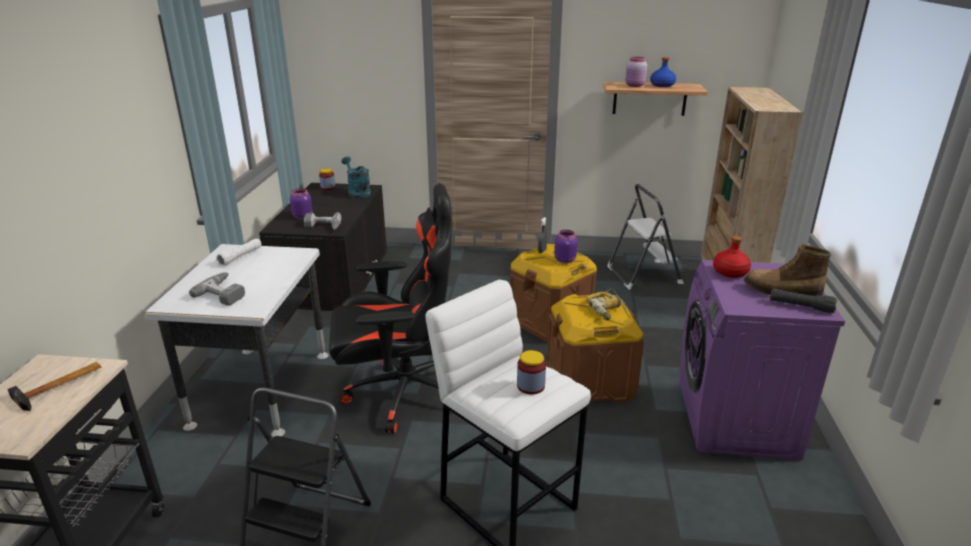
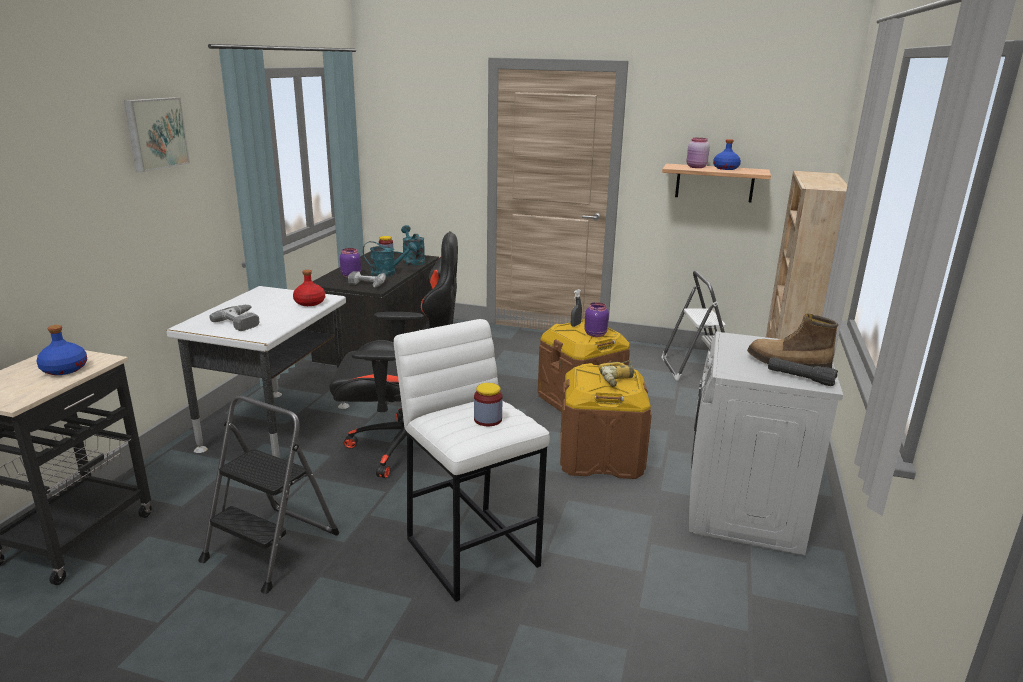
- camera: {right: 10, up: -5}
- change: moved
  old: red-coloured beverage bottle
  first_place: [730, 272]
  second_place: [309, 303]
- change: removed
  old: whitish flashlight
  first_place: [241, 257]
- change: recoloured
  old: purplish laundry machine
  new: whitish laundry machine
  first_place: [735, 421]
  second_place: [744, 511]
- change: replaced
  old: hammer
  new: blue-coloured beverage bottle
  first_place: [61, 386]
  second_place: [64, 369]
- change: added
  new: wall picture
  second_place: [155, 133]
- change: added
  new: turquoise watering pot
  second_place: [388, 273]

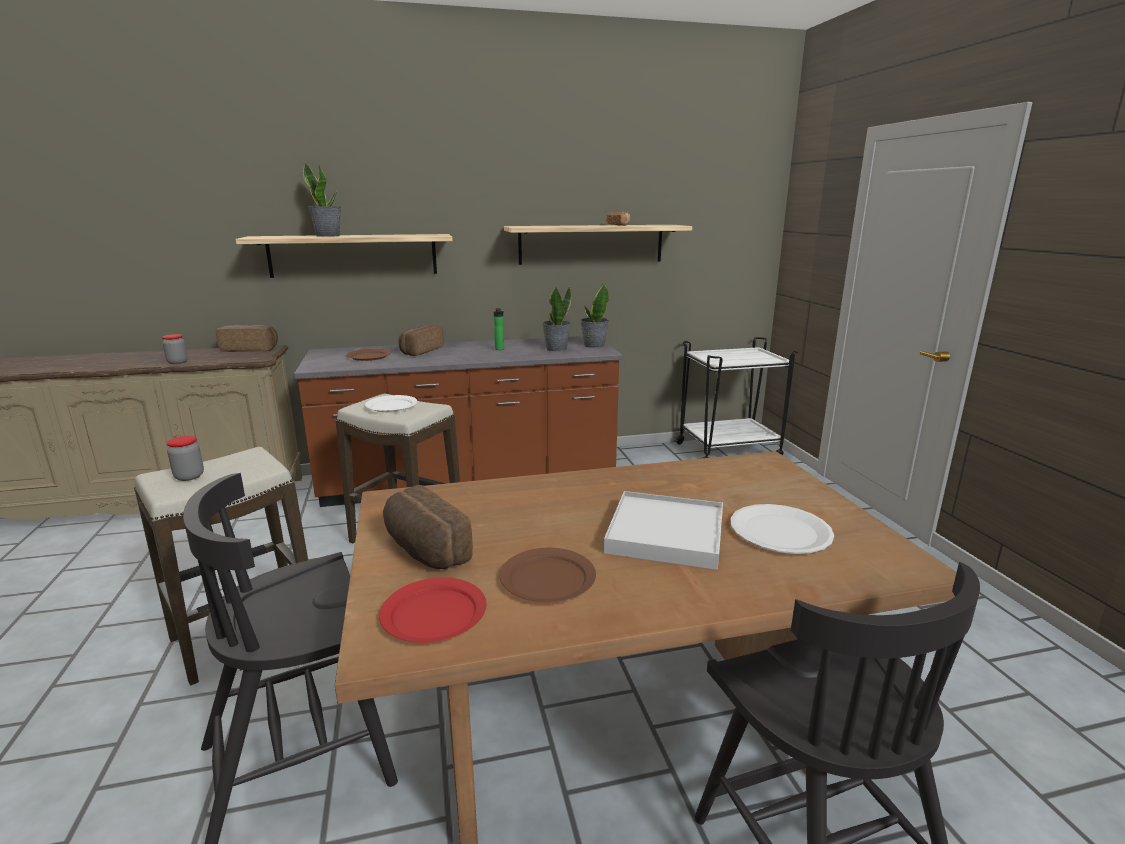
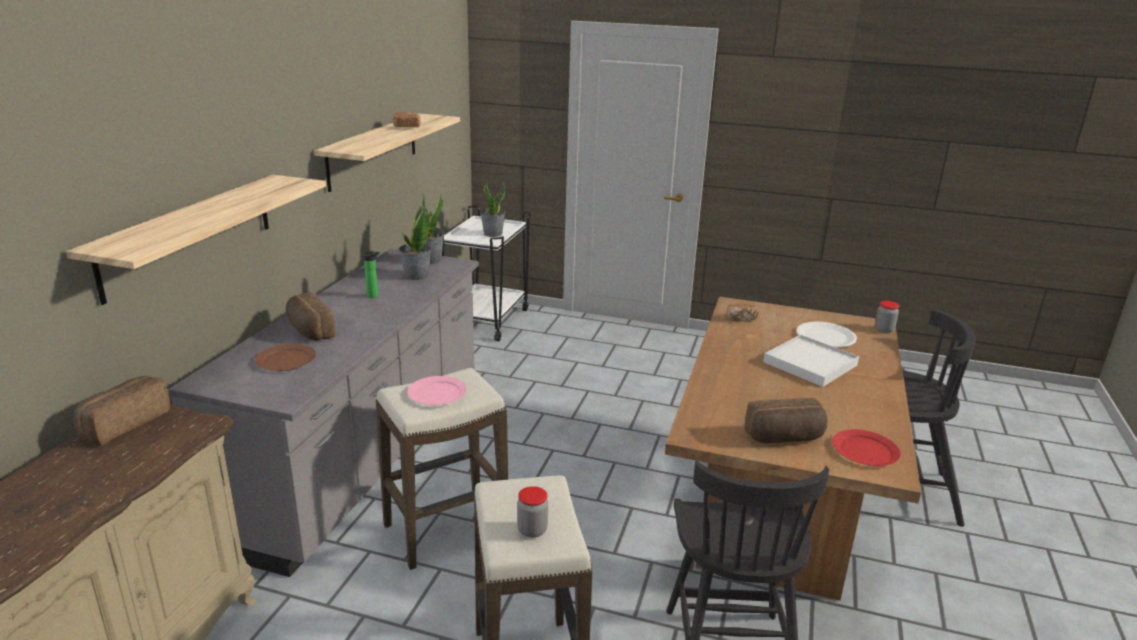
- camera: {right: -60, up: 5}
- change: moved
  old: potted plant
  first_place: [328, 236]
  second_place: [492, 234]
- change: moved
  old: jar
  first_place: [177, 362]
  second_place: [884, 329]
- change: recoloured
  old: brown-coloured kitchen counter
  new: grey kitchen counter
  first_place: [470, 480]
  second_place: [365, 457]
- change: recoloured
  old: whitish flat dish
  new: pink flat dish
  first_place: [391, 406]
  second_place: [437, 394]
- change: removed
  old: brown-coloured flat dish
  first_place: [548, 579]
- change: added
  new: baked bread
  second_place: [741, 319]

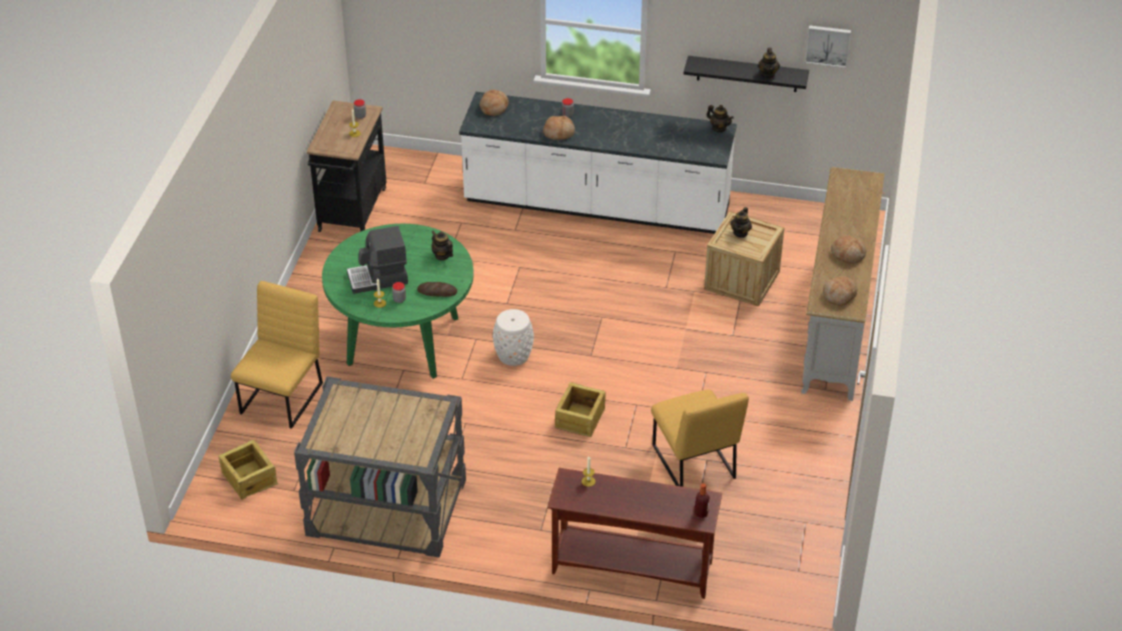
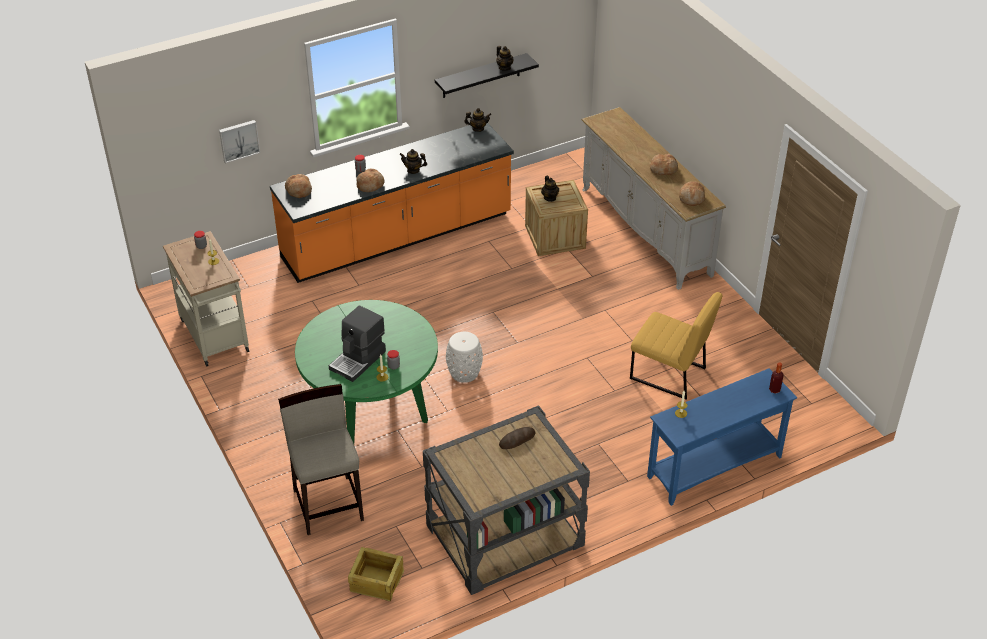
- camera: {right: -40, up: 0}
- change: moved
  old: wall picture
  first_place: [828, 45]
  second_place: [239, 140]
- change: recoloured
  old: whitish kitchen counter
  new: orangey kitchen counter
  first_place: [596, 206]
  second_place: [397, 238]
- change: recoloured
  old: blackish wheeled cart
  new: beige wheeled cart
  first_place: [351, 212]
  second_place: [215, 337]
- change: moved
  old: teapot
  first_place: [442, 255]
  second_place: [413, 170]
- change: replaced
  old: yellow plain chair
  new: beige sitting stool
  first_place: [283, 396]
  second_place: [328, 504]
- change: moved
  old: baked bread
  first_place: [437, 291]
  second_place: [517, 440]
- change: removed
  old: crate
  first_place: [579, 418]
- change: recoloured
  old: brown-coloured console table
  new: blue-coloured console table
  first_place: [631, 567]
  second_place: [714, 467]

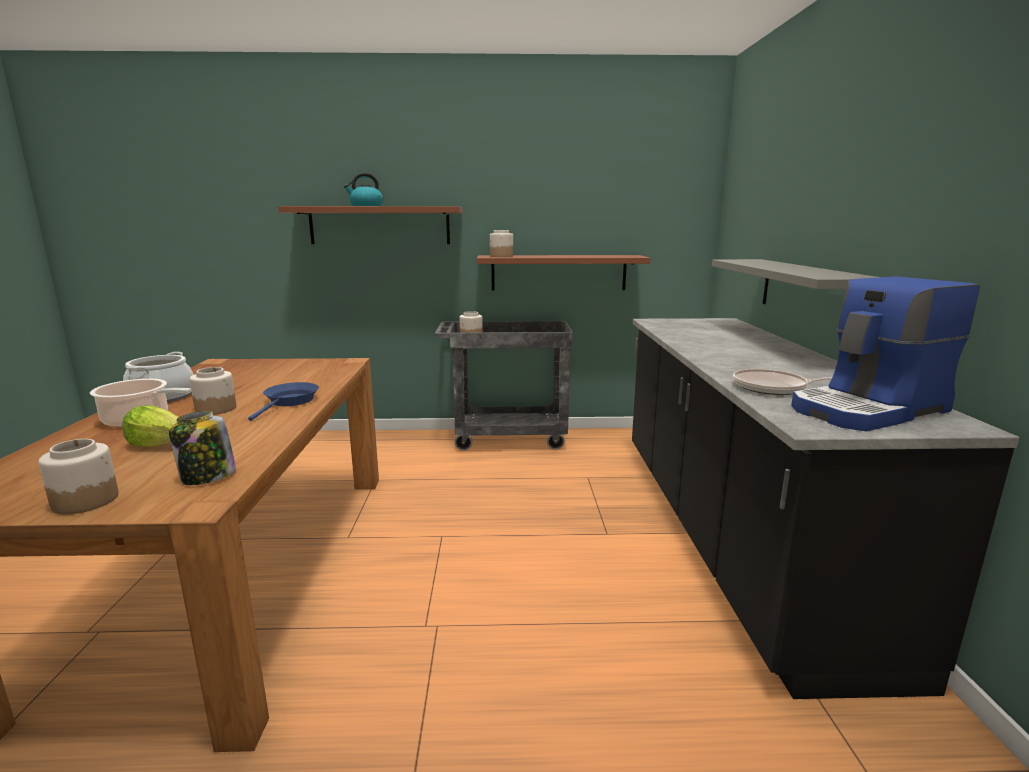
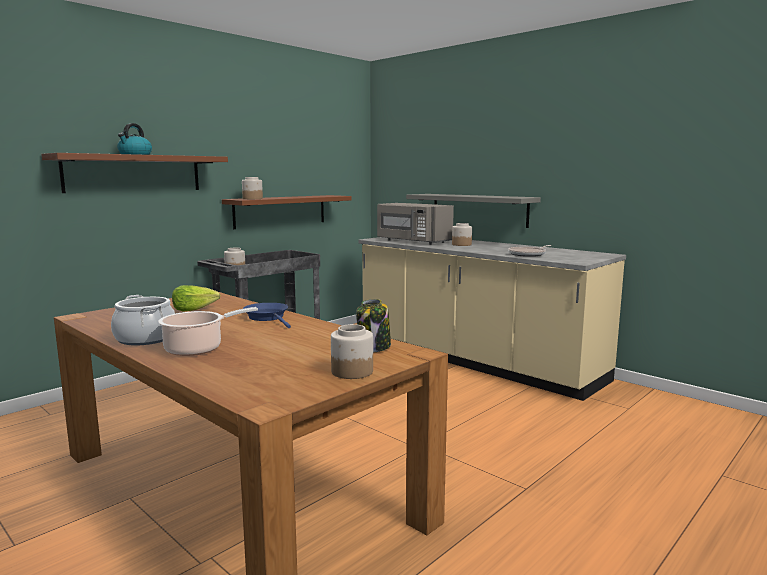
- camera: {right: -45, up: -5}
- change: removed
  old: coffee machine
  first_place: [869, 410]
- change: recoloured
  old: blackish kitchen counter
  new: beige kitchen counter
  first_place: [731, 535]
  second_place: [474, 360]
- change: moved
  old: jar
  first_place: [216, 409]
  second_place: [461, 244]
- change: moved
  old: head of lettuce
  first_place: [160, 444]
  second_place: [194, 309]
- change: added
  new: grey microwave oven
  second_place: [412, 241]

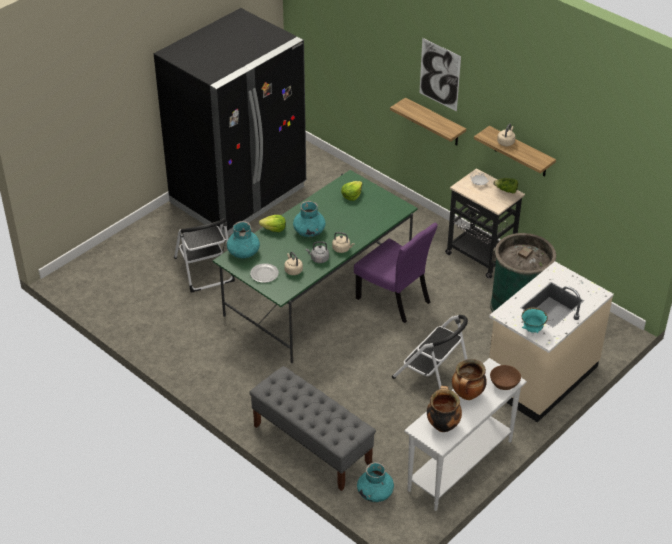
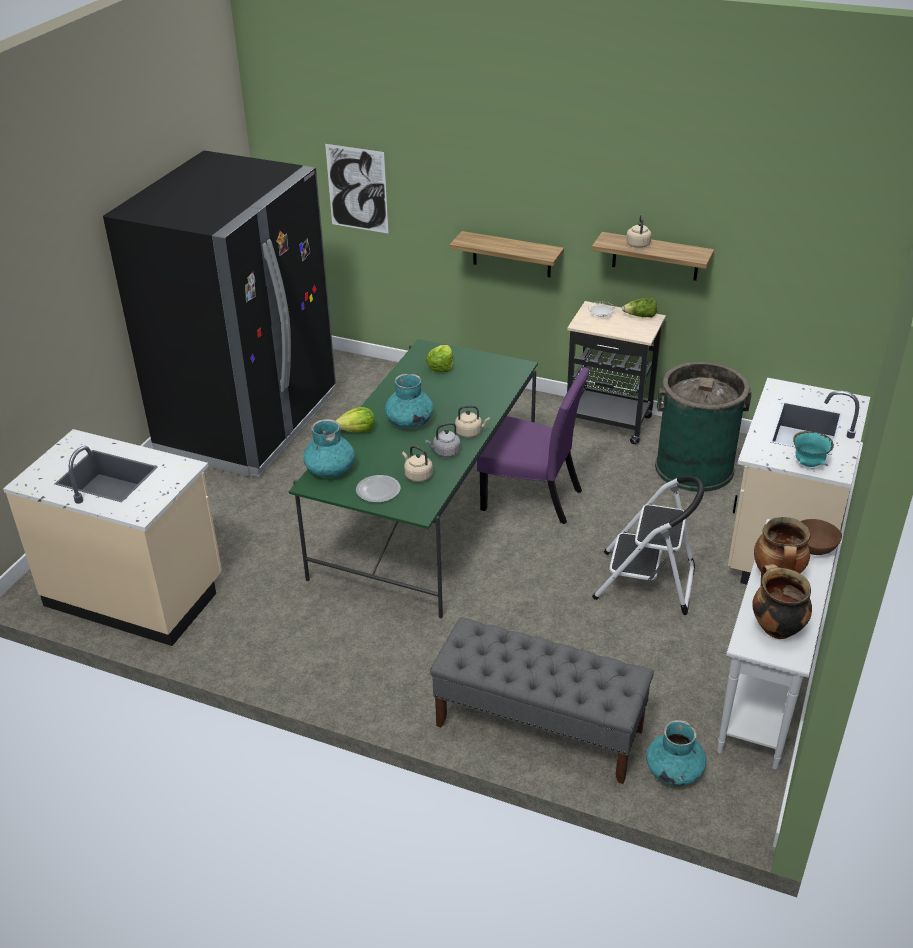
- camera: {right: -20, up: -5}
- change: moved
  old: wall picture
  first_place: [439, 74]
  second_place: [357, 189]
- change: removed
  old: step ladder
  first_place: [204, 271]
- change: added
  new: beige kitchen counter
  second_place: [136, 593]

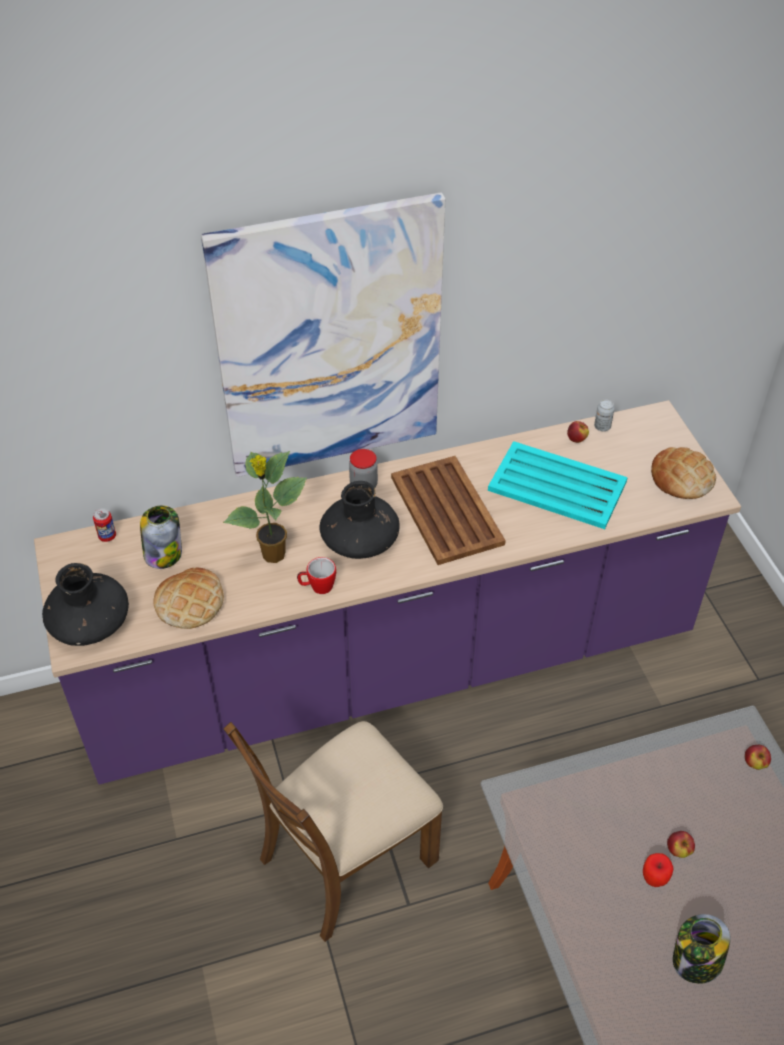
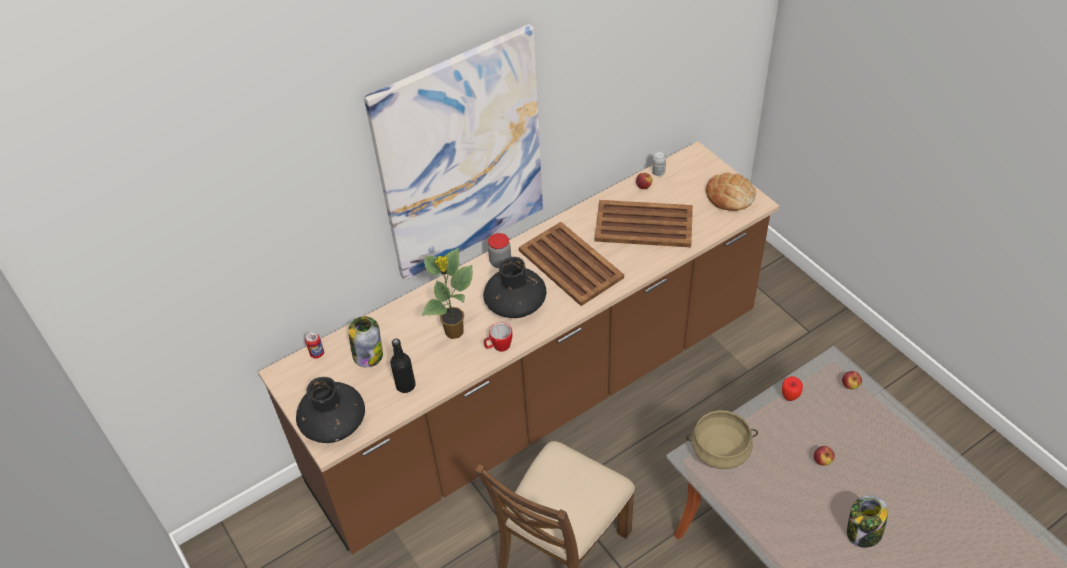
- camera: {right: -15, up: 0}
- change: recoloured
  old: purplish kitchen counter
  new: brown-coloured kitchen counter
  first_place: [392, 667]
  second_place: [540, 399]
- change: recoloured
  old: turquoise carrying tray
  new: brown-coloured carrying tray
  first_place: [556, 485]
  second_place: [643, 224]
- change: replaced
  old: baked bread
  new: blackish beverage bottle
  first_place: [190, 602]
  second_place: [405, 385]
- change: moved
  old: apple fruit
  first_place: [654, 879]
  second_place: [790, 396]
- change: added
  new: beige cooking pot
  second_place: [720, 449]

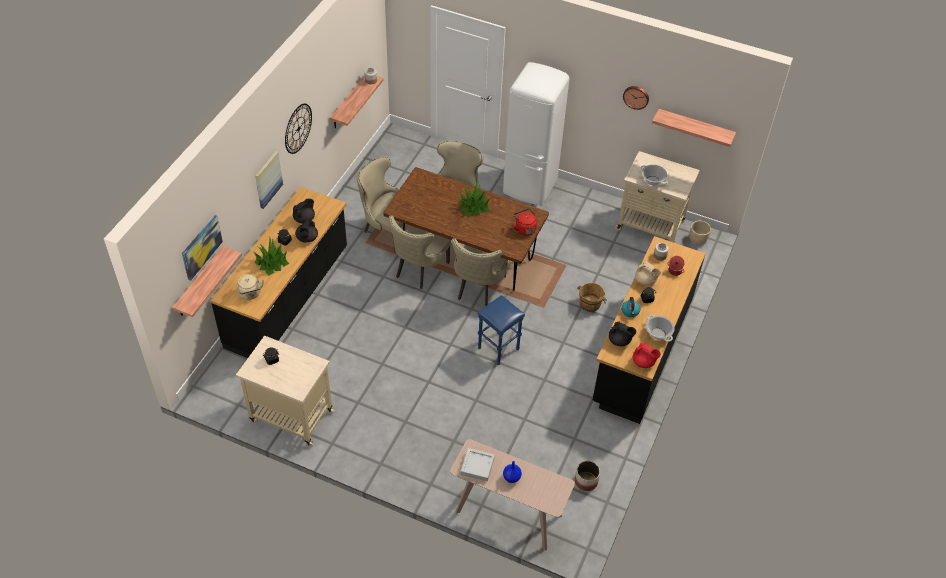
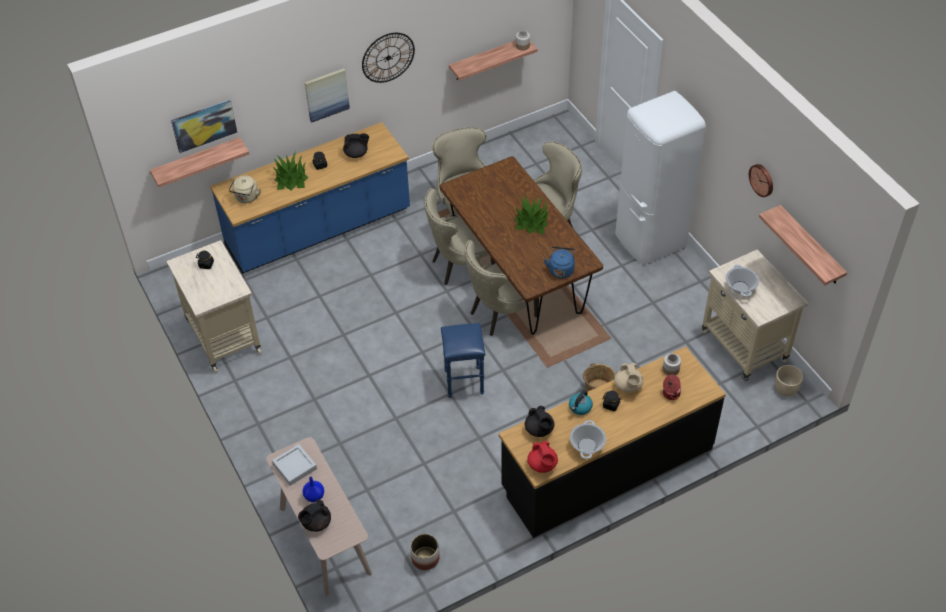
- camera: {right: 40, up: 0}
- change: recoloured
  old: blackish kitchen counter
  new: blue-coloured kitchen counter
  first_place: [288, 298]
  second_place: [319, 229]
- change: recoloured
  old: red-coloured tea kettle
  new: blue-coloured tea kettle
  first_place: [524, 229]
  second_place: [561, 269]
- change: moved
  old: blackish teapot
  first_place: [307, 238]
  second_place: [316, 523]

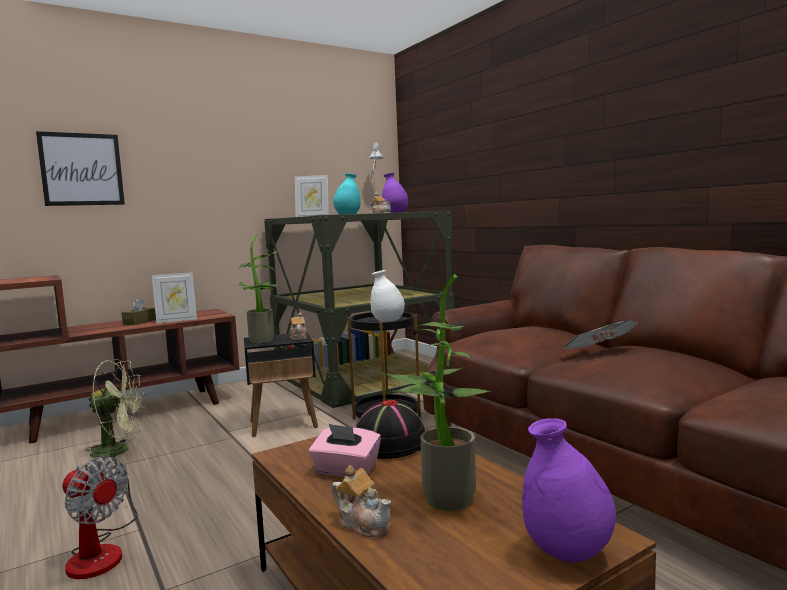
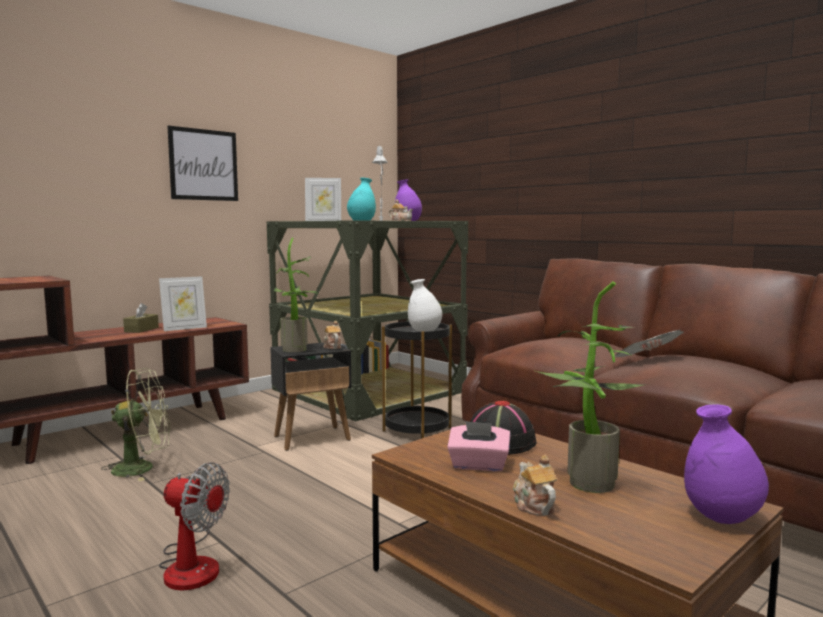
- camera: {right: -10, up: 0}
- change: moved
  old: wall picture
  first_place: [82, 169]
  second_place: [203, 165]
- change: turned
  old: teapot
  first_place: [363, 523]
  second_place: [533, 505]
  degrees: -135

